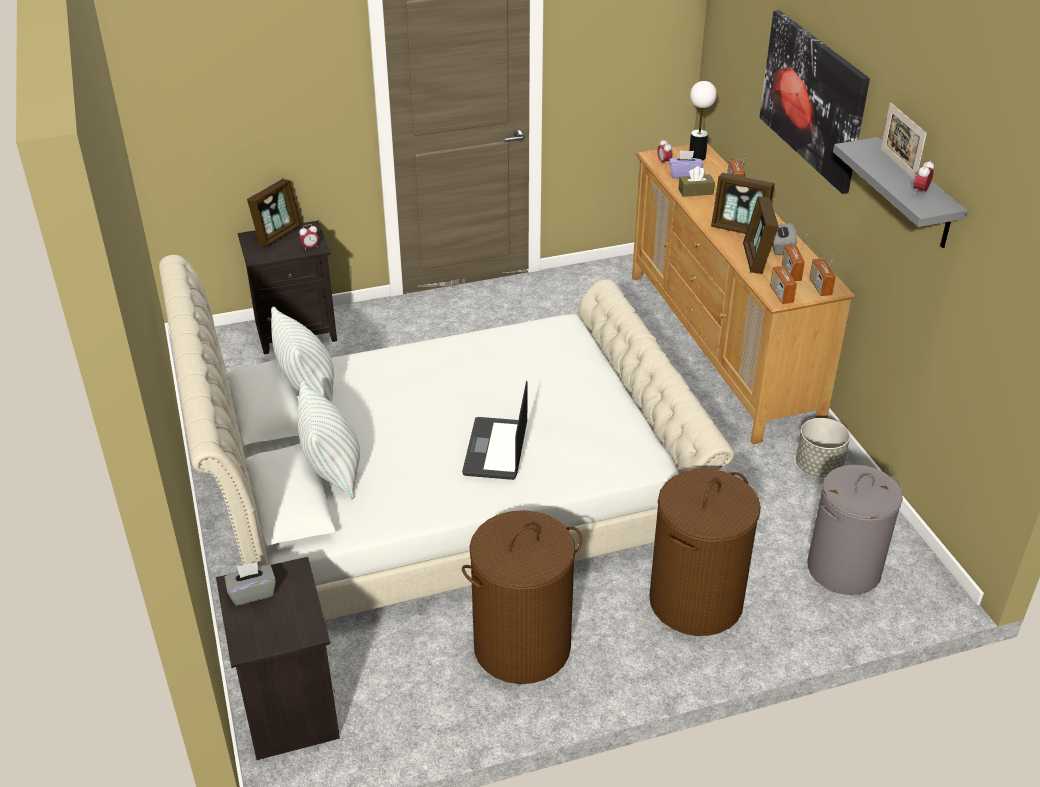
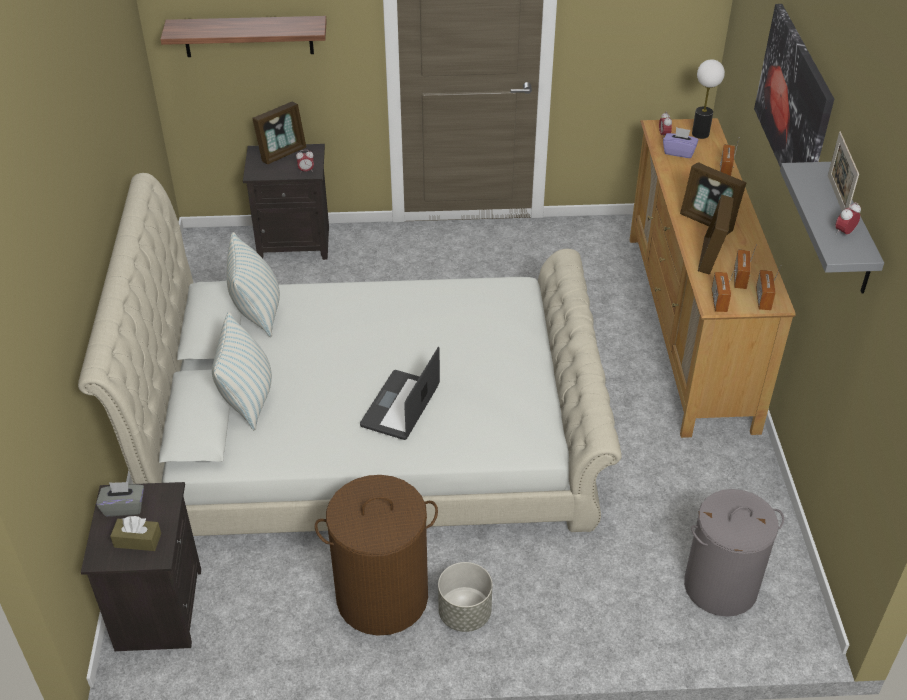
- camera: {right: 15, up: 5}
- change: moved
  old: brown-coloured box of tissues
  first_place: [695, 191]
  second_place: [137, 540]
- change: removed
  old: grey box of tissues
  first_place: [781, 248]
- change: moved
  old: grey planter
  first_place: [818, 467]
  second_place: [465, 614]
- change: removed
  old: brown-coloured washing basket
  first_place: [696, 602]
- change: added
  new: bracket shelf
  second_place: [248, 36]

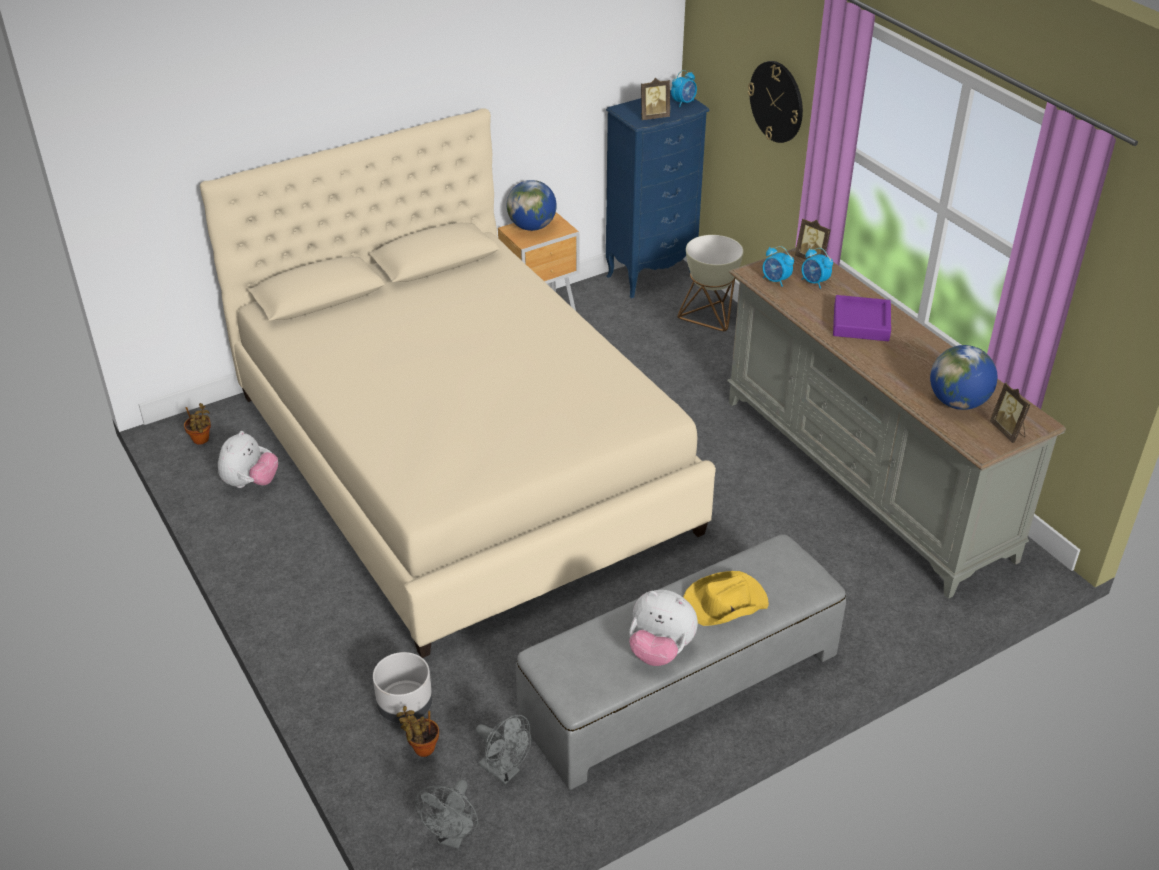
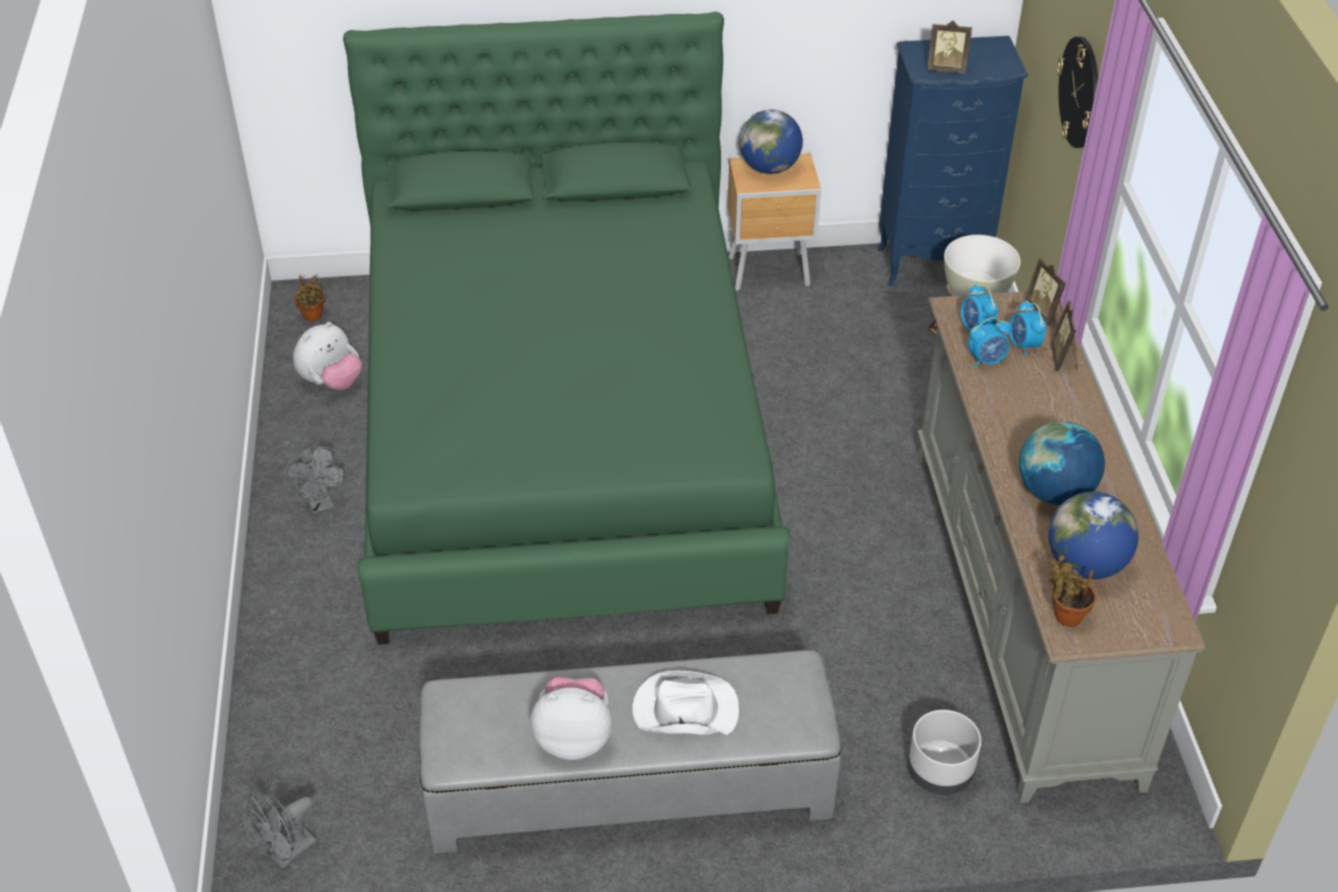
- camera: {right: 25, up: 5}
- change: moved
  old: bedside clock
  first_place: [683, 103]
  second_place: [986, 360]
- change: recoloured
  old: beige sleeping bed
  new: green sleeping bed
  first_place: [461, 461]
  second_place: [563, 429]
- change: removed
  old: purplish carrying tray
  first_place: [861, 323]
- change: moved
  old: standing frame
  first_place: [1008, 431]
  second_place: [1063, 359]
- change: recoloured
  old: yellow wearable hat
  new: whitish wearable hat
  first_place: [724, 603]
  second_place: [684, 709]
- change: turned
  old: cuddly toy
  first_place: [660, 650]
  second_place: [574, 738]
  degrees: 135
- change: moved
  old: grey planter
  first_place: [405, 706]
  second_place: [940, 773]
- change: moved
  old: potted plant
  first_place: [421, 748]
  second_place: [1065, 615]
- change: moved
  old: grey electric fan
  first_place: [504, 771]
  second_place: [321, 503]
- change: added
  new: desk globe
  second_place: [1054, 492]

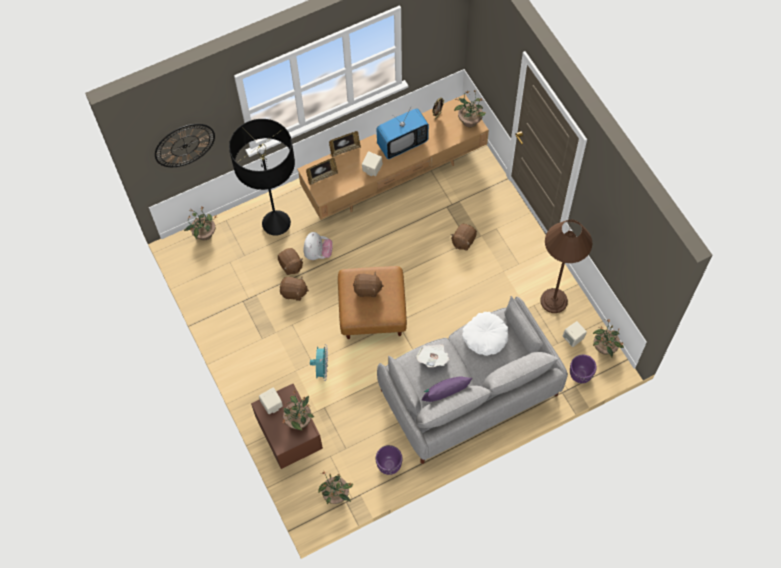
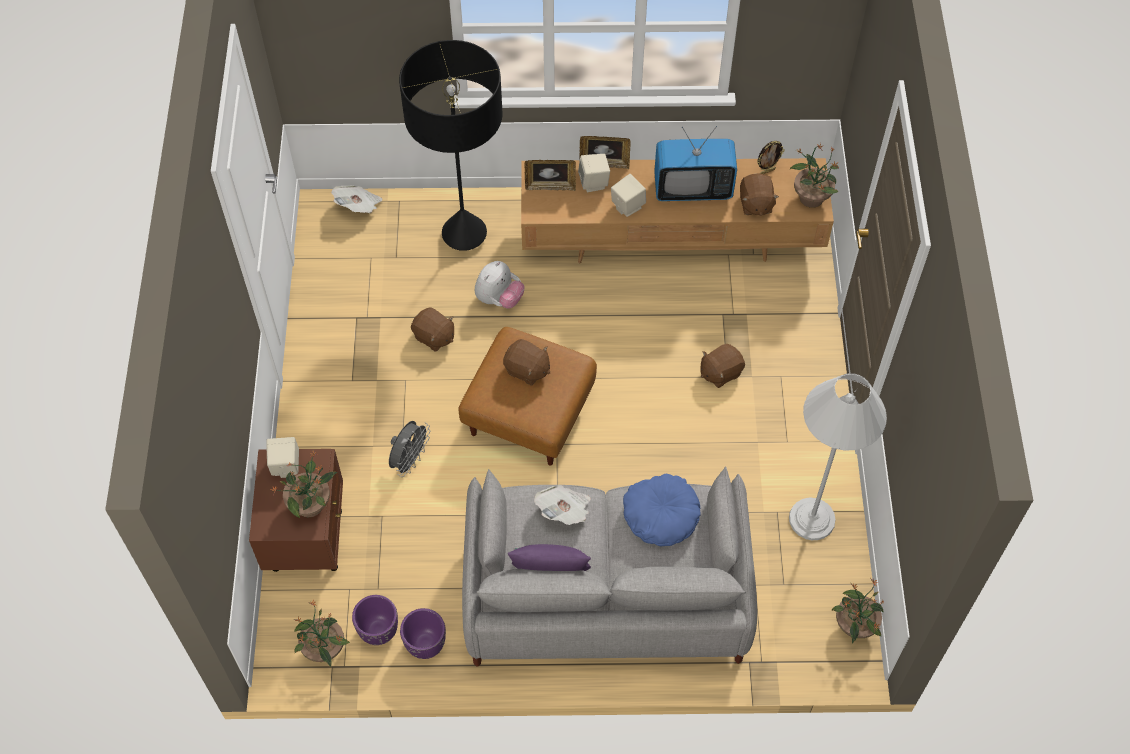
- camera: {right: 25, up: -5}
- change: removed
  old: wall clock
  first_place: [185, 145]
- change: replaced
  old: potted plant
  new: newspaper
  first_place: [204, 234]
  second_place: [359, 206]
- change: recoloured
  old: brown-coloured standing lamp
  new: whitish standing lamp
  first_place: [554, 300]
  second_place: [812, 519]
- change: moved
  old: brown-coloured cuddly toy
  first_place: [290, 265]
  second_place: [755, 204]
- change: recoloured
  old: whitish throw pillow
  new: blue-coloured throw pillow
  first_place: [485, 337]
  second_place: [661, 516]
- change: moved
  old: beige audio speaker
  first_place: [573, 338]
  second_place: [594, 183]
- change: recoloured
  old: turquoise electric fan
  new: grey electric fan
  first_place: [321, 369]
  second_place: [409, 460]
- change: moved
  old: purplish planter
  first_place: [580, 375]
  second_place: [378, 631]

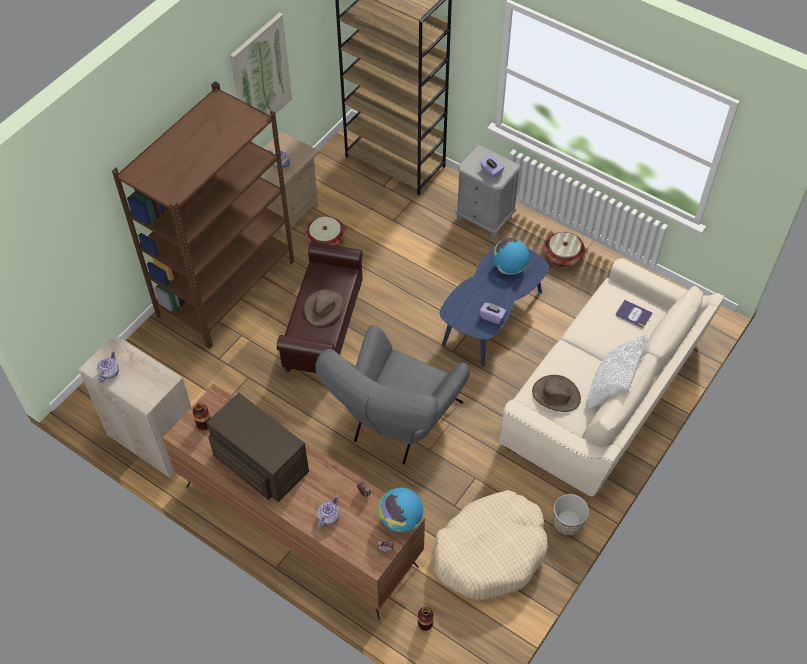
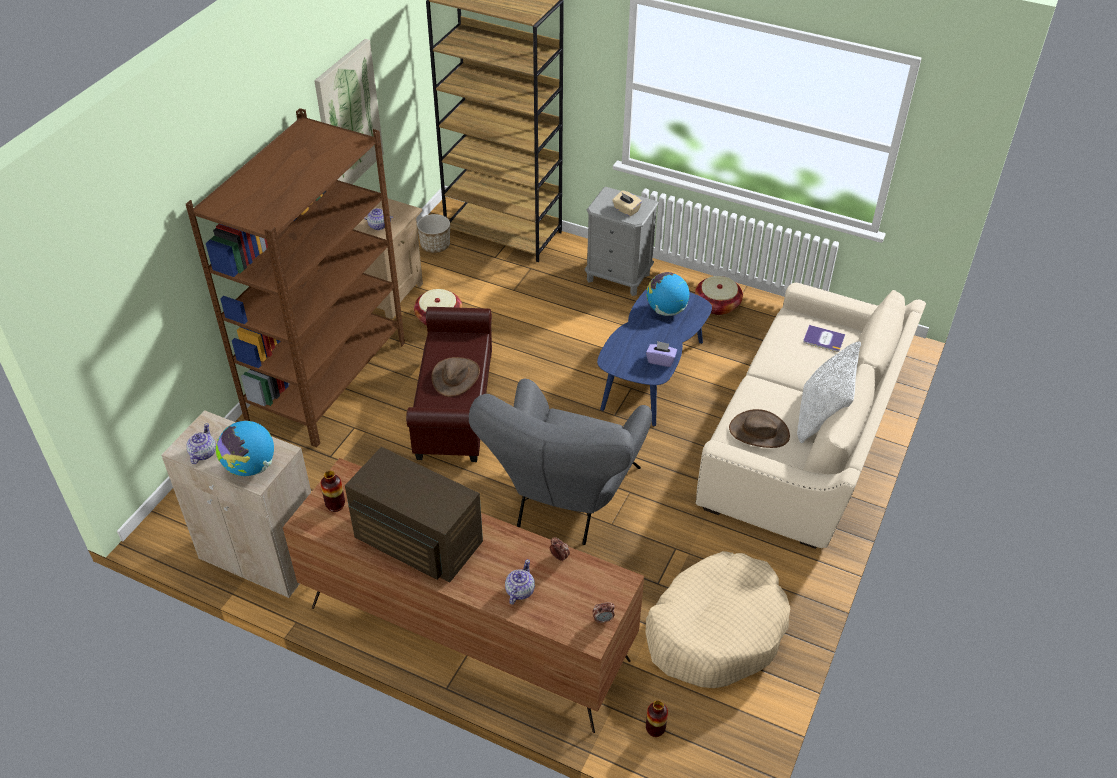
- camera: {right: -10, up: -10}
- change: recoloured
  old: purplish box of tissues
  new: beige box of tissues
  first_place: [491, 171]
  second_place: [626, 210]
- change: moved
  old: desk globe
  first_place: [401, 519]
  second_place: [250, 467]
- change: moved
  old: planter
  first_place: [567, 522]
  second_place: [435, 246]

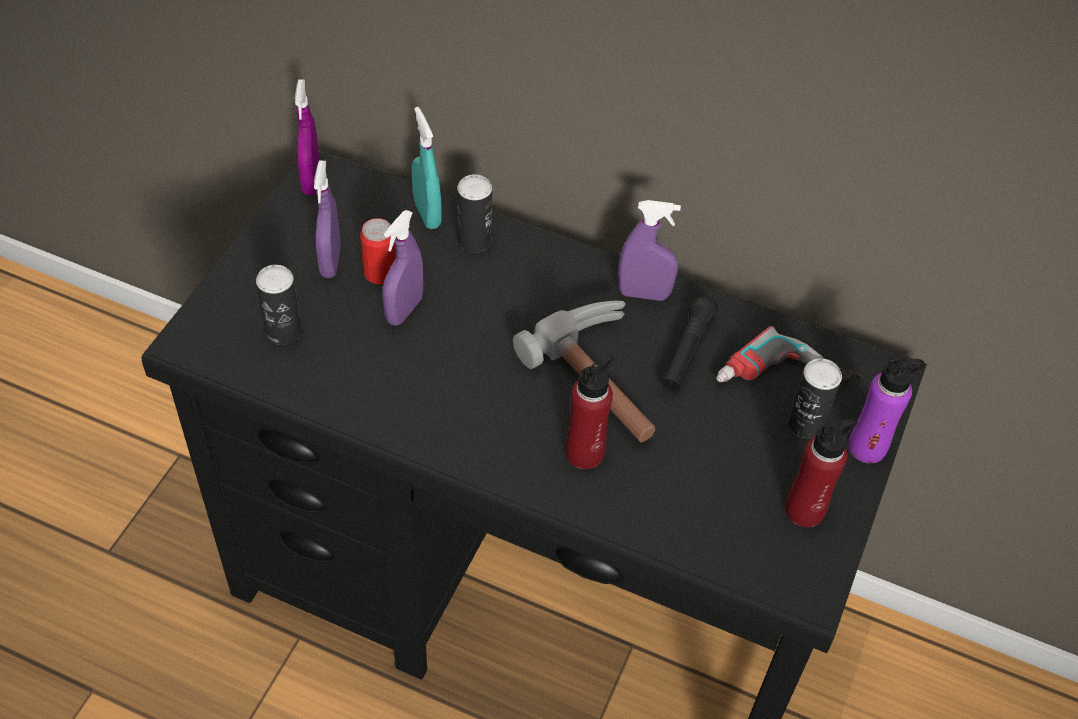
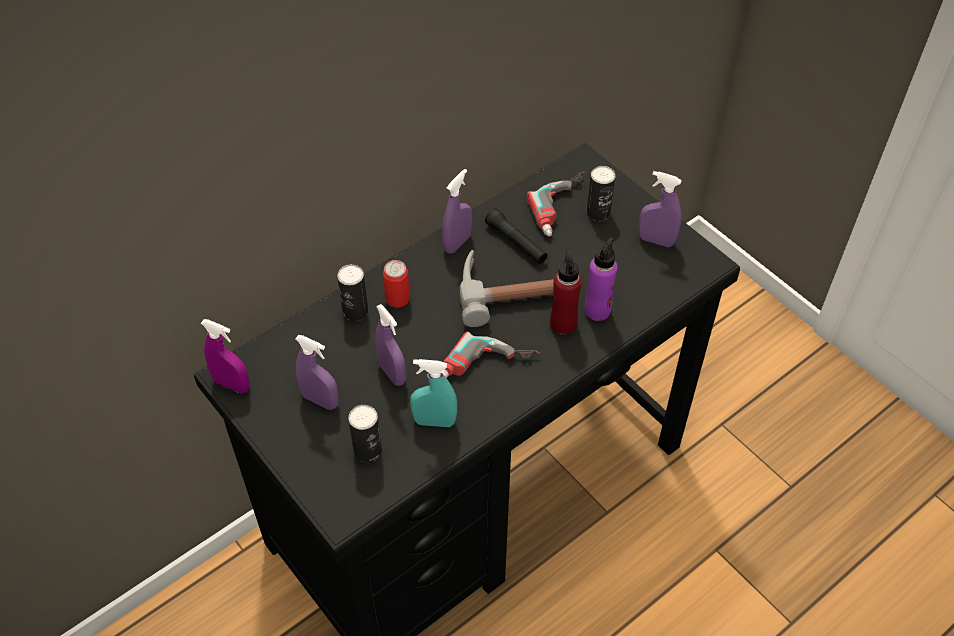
- camera: {right: -60, up: 0}
- change: moved
  old: turquoise hand sprayer
  first_place: [427, 214]
  second_place: [434, 421]
- change: moved
  old: can
  first_place: [380, 272]
  second_place: [397, 298]
- change: moved
  old: purplish beverage bottle
  first_place: [867, 447]
  second_place: [597, 310]
- change: replaced
  old: red-coloured beverage bottle
  new: purplish hand sprayer
  first_place: [805, 510]
  second_place: [656, 240]
- change: added
  new: drill
  second_place: [486, 370]

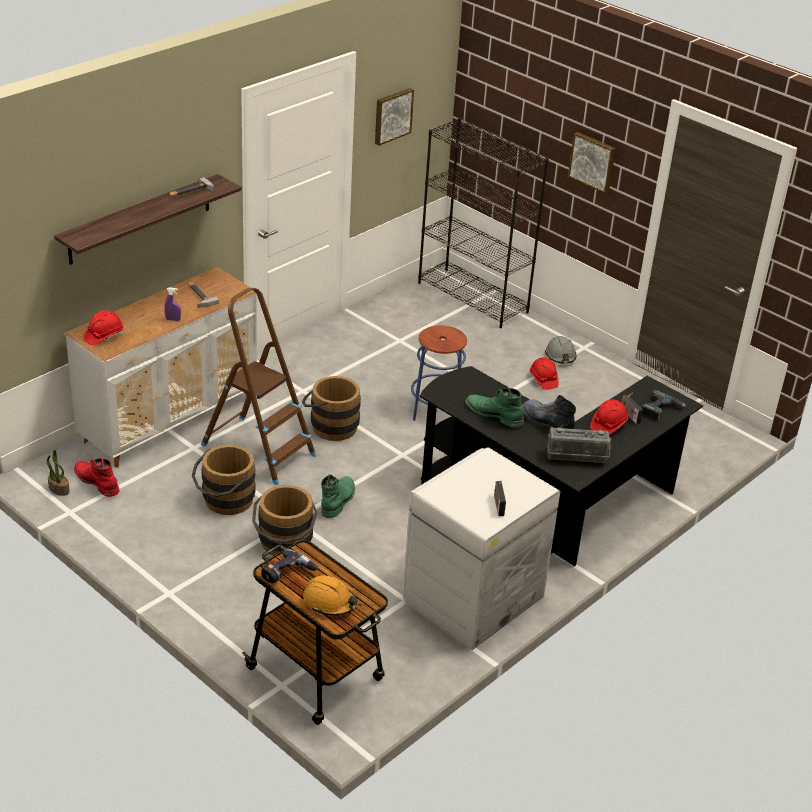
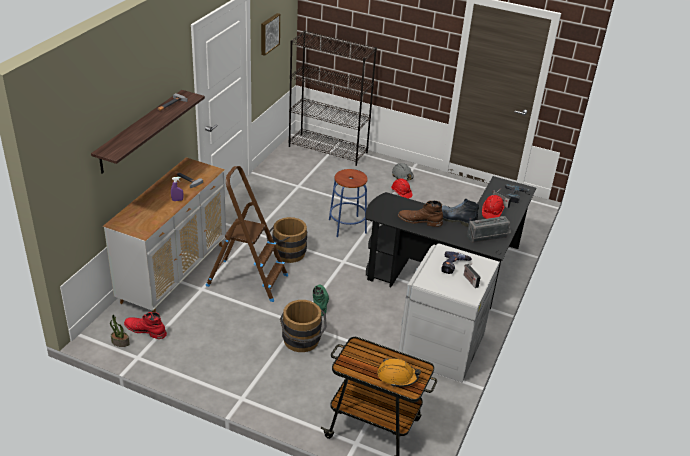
- camera: {right: -20, up: 0}
- change: removed
  old: wall picture
  first_place: [593, 161]
- change: removed
  old: red-coloured safety helmet
  first_place: [104, 336]
- change: recoloured
  old: green high-top boot
  new: brown-coloured high-top boot
  first_place: [494, 414]
  second_place: [419, 220]
- change: removed
  old: brown-coloured water bucket
  first_place: [225, 502]
- change: moved
  old: drill
  first_place: [288, 574]
  second_place: [454, 266]

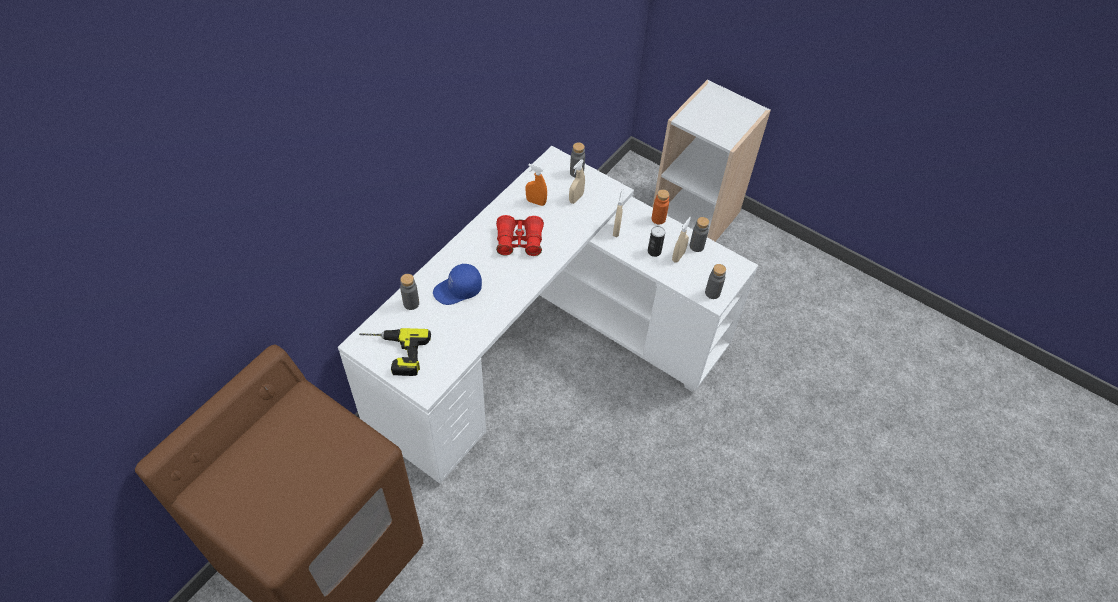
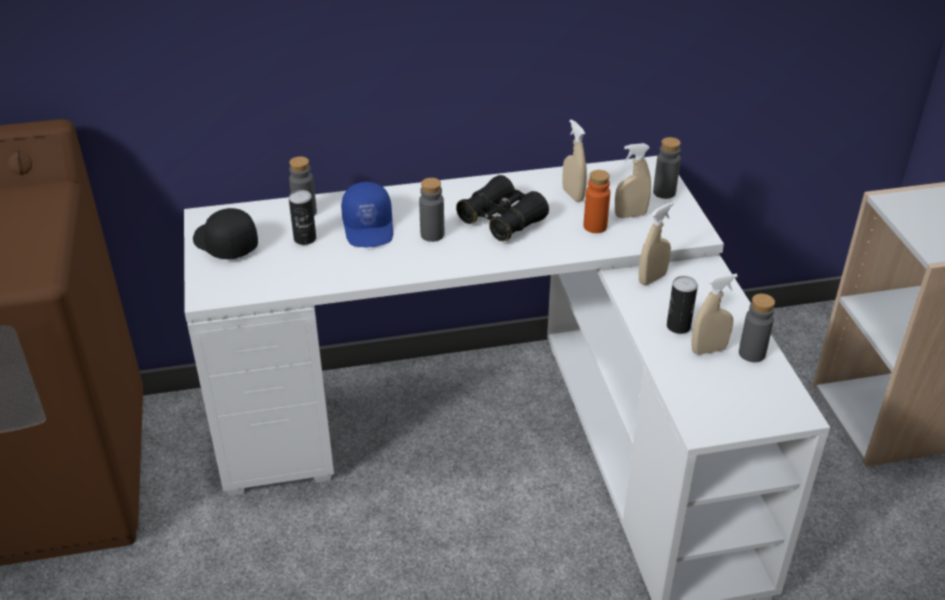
- camera: {right: 45, up: -15}
- change: recoloured
  old: orangey hand sprayer
  new: beige hand sprayer
  first_place: [536, 202]
  second_place: [573, 195]
- change: moved
  old: orangey beverage bottle
  first_place: [658, 219]
  second_place: [595, 226]
- change: recoloured
  old: red-coloured field glasses
  new: blackish field glasses
  first_place: [519, 241]
  second_place: [502, 220]
- change: turned
  old: blue-coloured cap
  first_place: [458, 290]
  second_place: [369, 227]
  degrees: -120
- change: moved
  old: grey beverage bottle
  first_place: [712, 293]
  second_place: [432, 234]
- change: replaced
  old: drill
  new: blackish cap
  first_place: [393, 354]
  second_place: [224, 244]
- change: added
  new: can
  second_place: [305, 239]

